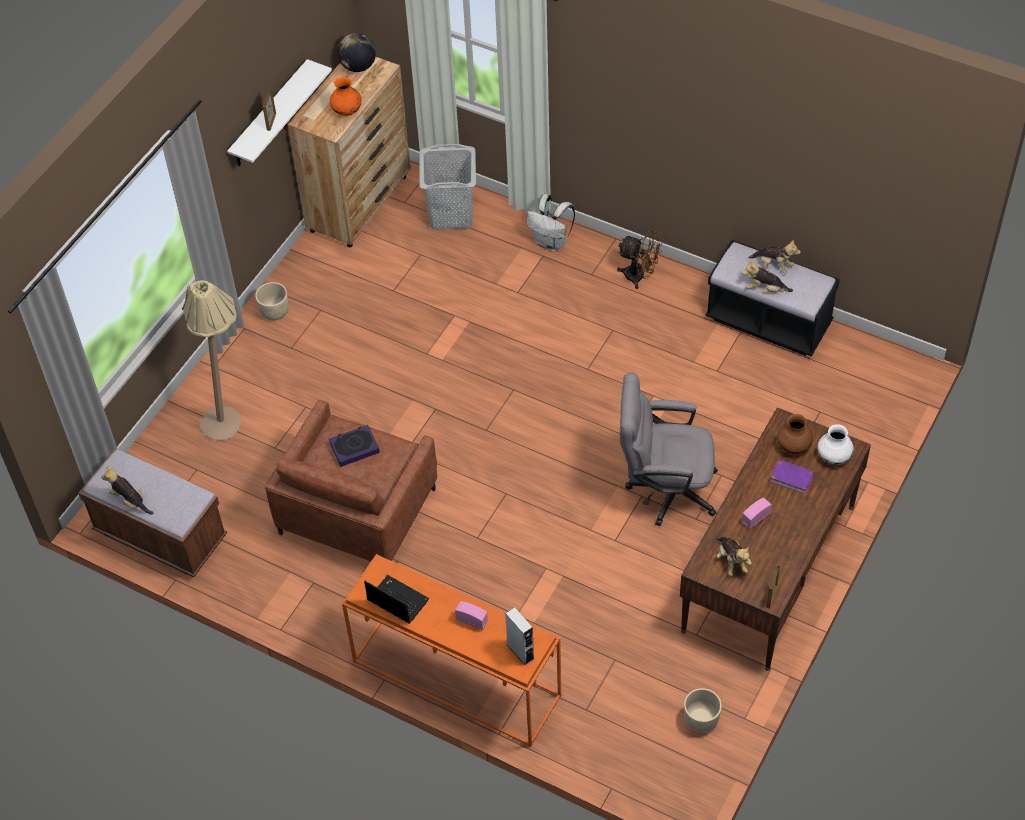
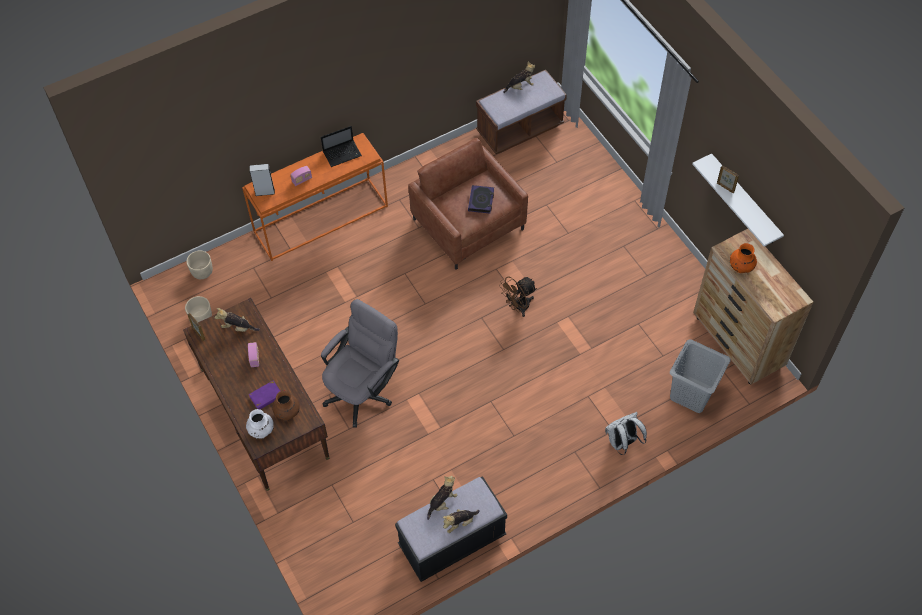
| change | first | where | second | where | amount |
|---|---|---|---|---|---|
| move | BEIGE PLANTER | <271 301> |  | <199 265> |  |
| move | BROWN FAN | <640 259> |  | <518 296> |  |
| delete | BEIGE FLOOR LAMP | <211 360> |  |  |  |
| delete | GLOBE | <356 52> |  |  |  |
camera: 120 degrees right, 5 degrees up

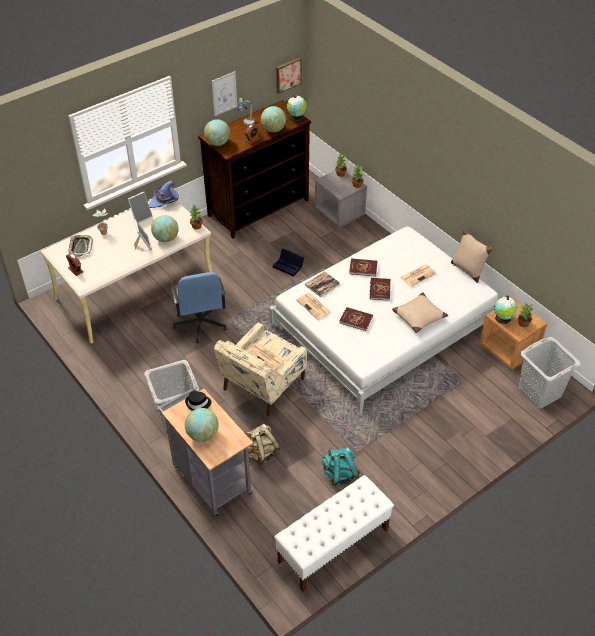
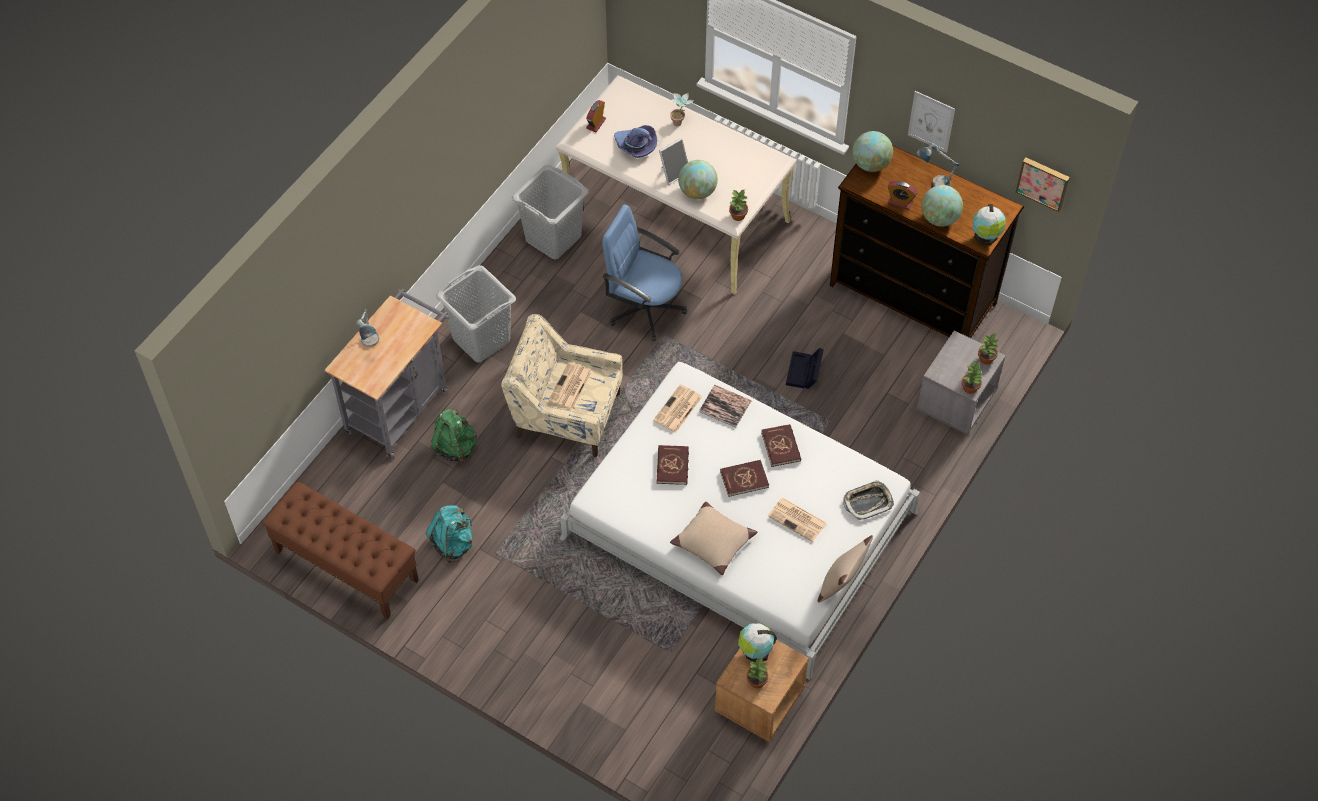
| change | first | where | second | where | amount |
|---|---|---|---|---|---|
| recolor | WHITE BENCH | <334 533> | BROWN BENCH | <340 550> |  |
| replace | GLOBE | <202 425> | TABLE LAMP | <367 328> |  |
| recolor | BEIGE BACKPACK | <262 444> | GREEN BACKPACK | <453 436> |  |
| move | GREY LAUNDRY BASKET | <550 373> |  | <550 212> |  |
| rotate | BLUE OFFICE CHAIR | <198 307> |  | <645 272> | 60 degrees clockwise |
| move | PURPLE HAT | <164 194> |  | <635 141> |  |
| move | TRAY | <80 246> |  | <868 500> |  |
| delete | PICTURE FRAME | <140 207> |  |  |  |
| delete | BLACK HAT | <198 401> |  |  |  |
camera: 70 degrees right, 10 degrees up

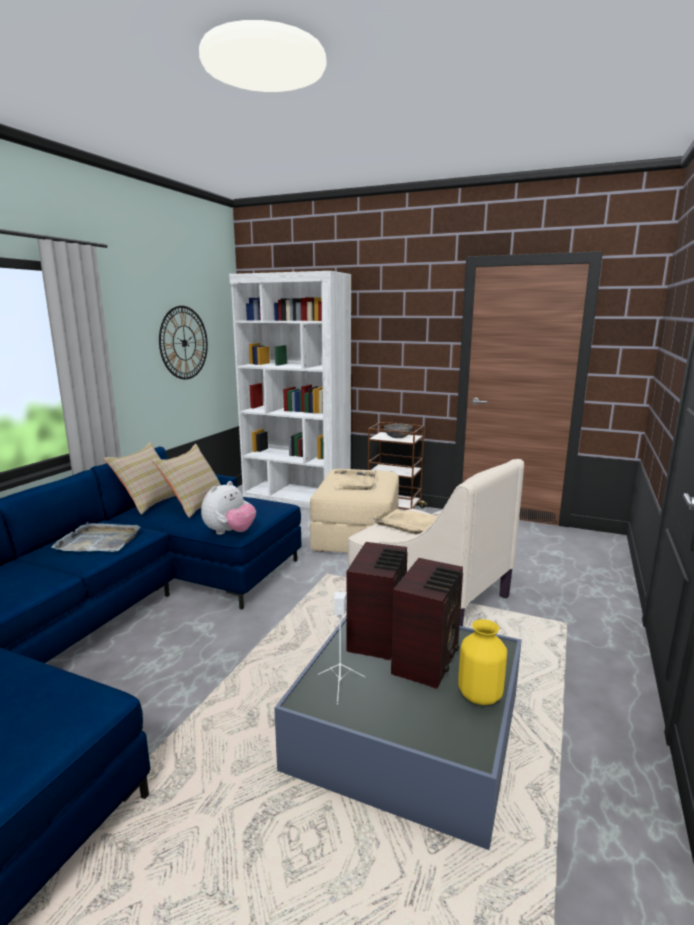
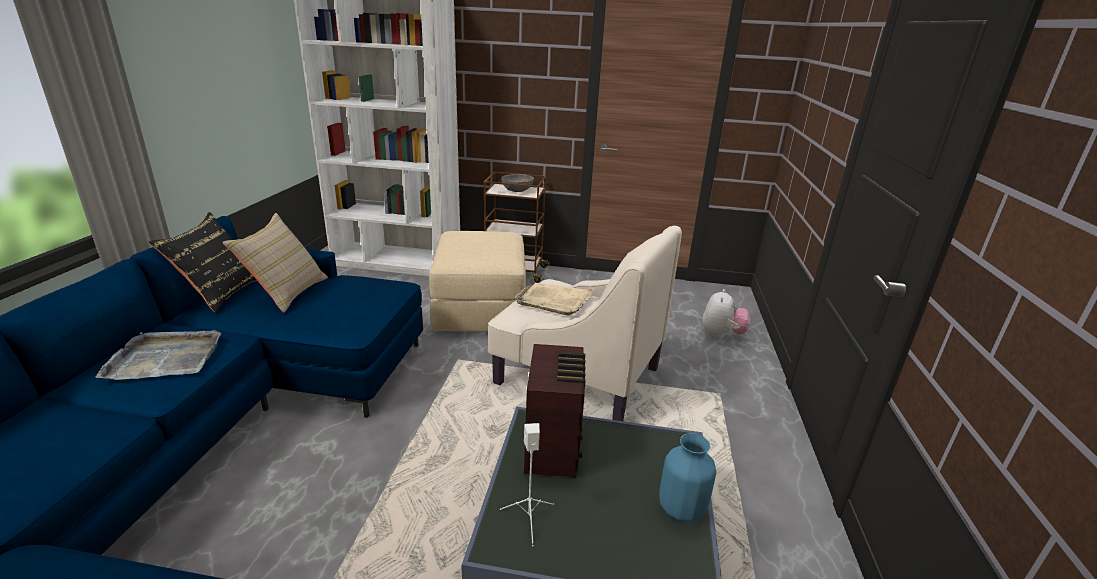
| change | first | where | second | where | amount |
|---|---|---|---|---|---|
| recolor | BEIGE PILLOW | <139 478> | BLACK PILLOW | <202 262> |  |
| recolor | YELLOW VASE | <482 662> | BLUE VASE | <687 477> |  |
| move | PLUSH TOY | <228 508> |  | <726 313> |  |
| delete | WALL CLOCK | <183 342> |  |  |  |
| delete | BEIGE TRAY | <355 479> |  |  |  |
| delete | RADIO | <427 623> |  |  |  |
camera: 15 degrees left, 10 degrees up

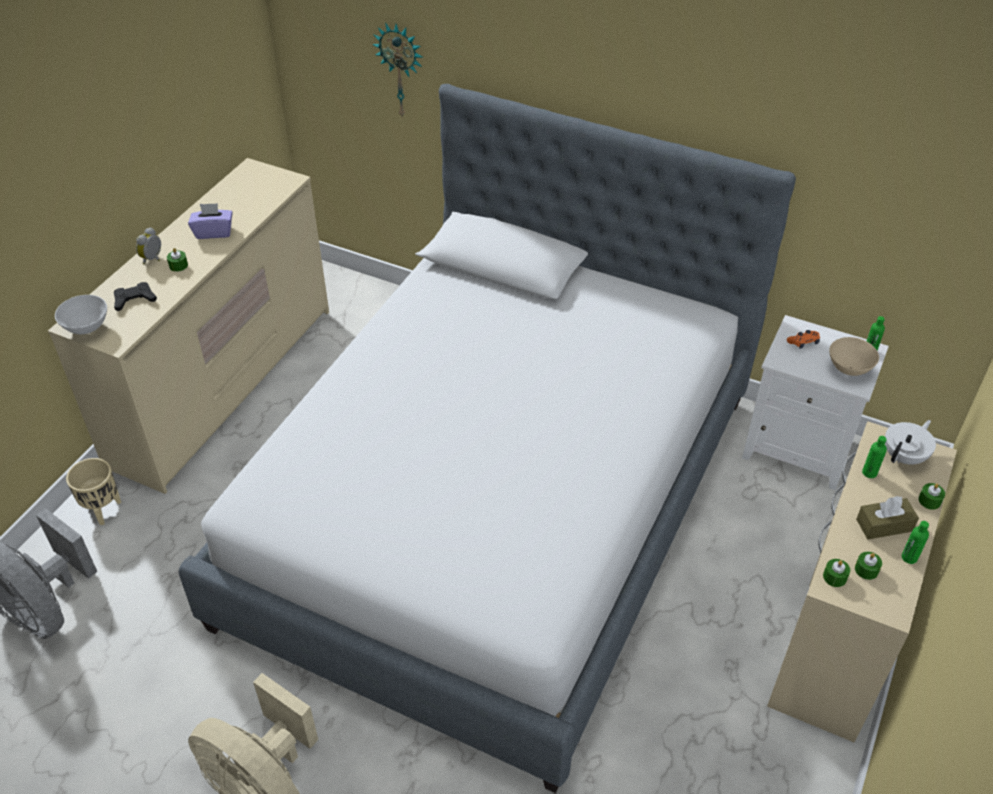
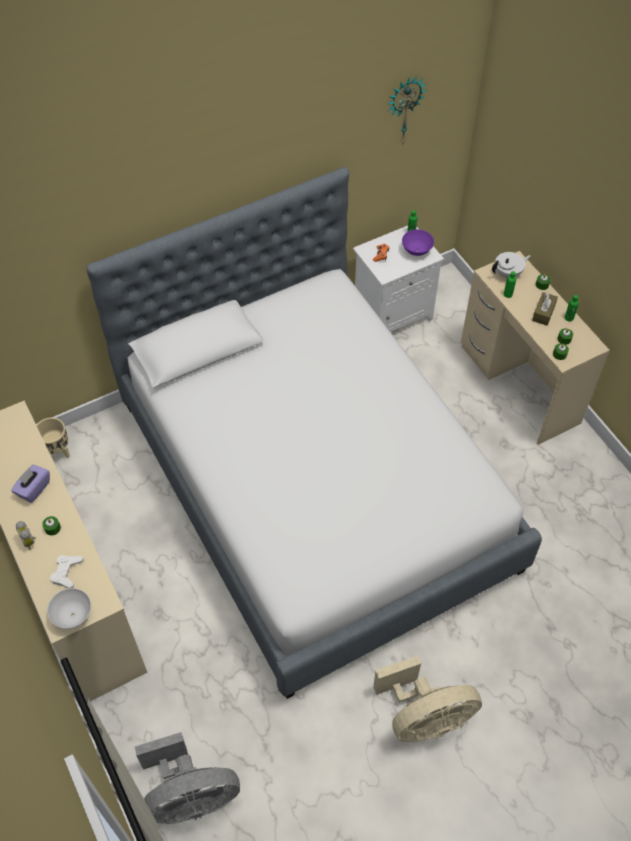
| change | first | where | second | where | amount |
|---|---|---|---|---|---|
| move | BEIGE PLANTER | <93 491> |  | <53 438> |  |
| recolor | BLACK GAME CONTROLLER | <135 296> | WHITE GAME CONTROLLER | <67 571> |  |
| move | WALL CLOCK | <397 70> |  | <406 110> |  |
| recolor | BEIGE BOWL | <854 356> | PURPLE BOWL | <418 242> |  |
| rotate | WHITE TEAPOT | <910 442> |  | <511 265> | 75 degrees clockwise |
camera: 55 degrees left, 10 degrees up

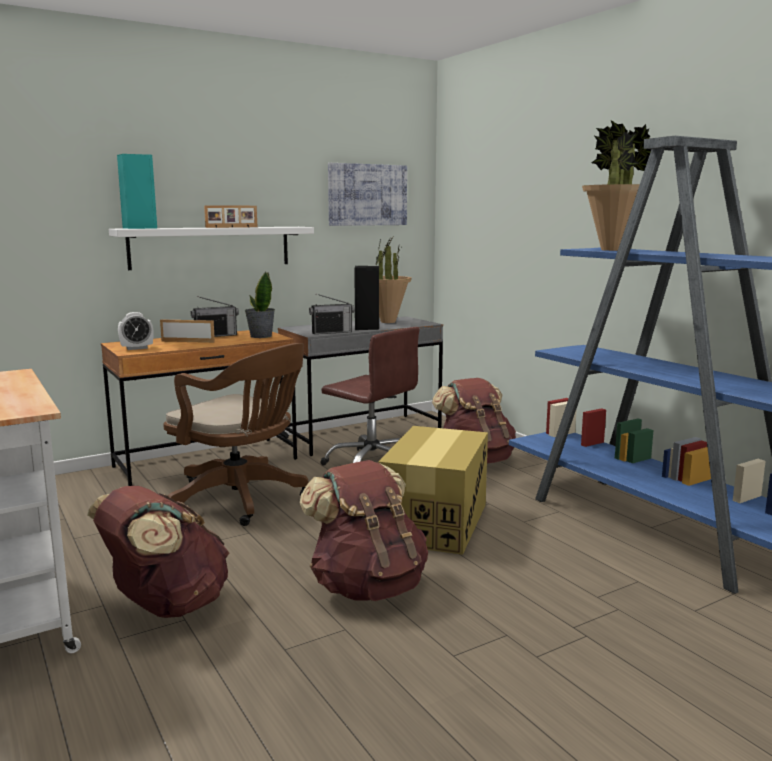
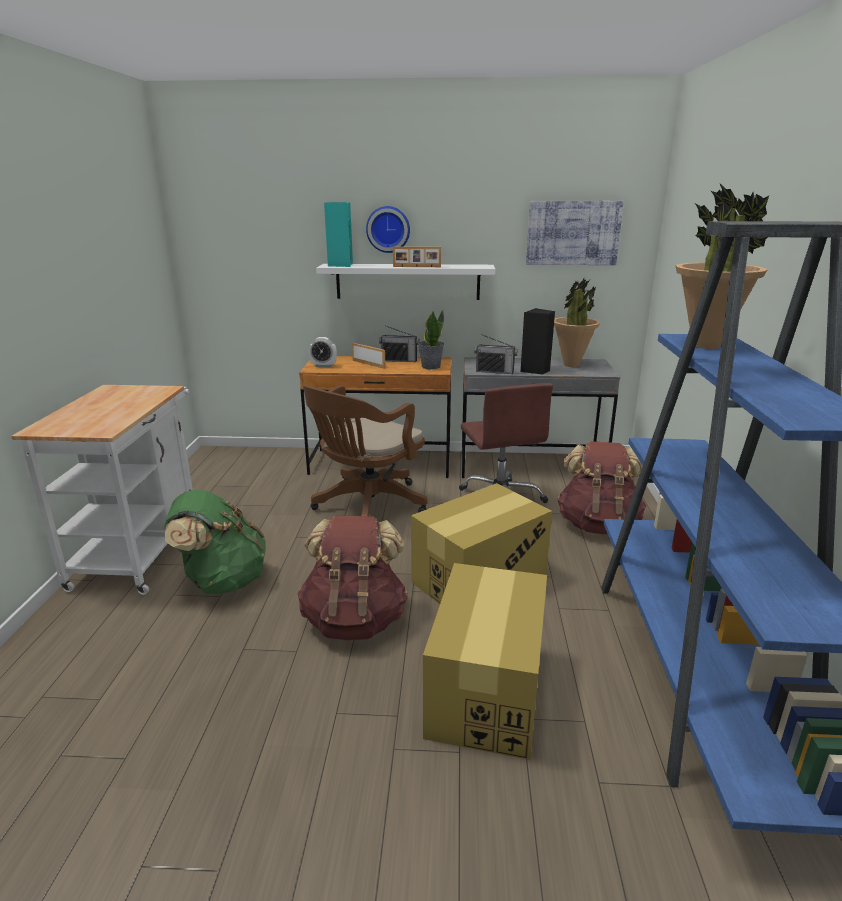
| change | first | where | second | where | amount |
|---|---|---|---|---|---|
| recolor | BROWN BACKPACK | <158 552> | GREEN BACKPACK | <215 542> |  |
| rotate | BROWN OFFICE CHAIR | <235 434> |  | <365 451> | 60 degrees clockwise |
| insert |  |  | WALL CLOCK | <388 229> |  |
| insert |  |  | CARDBOARD BOX | <485 661> |  |
camera: 35 degrees right, 10 degrees up

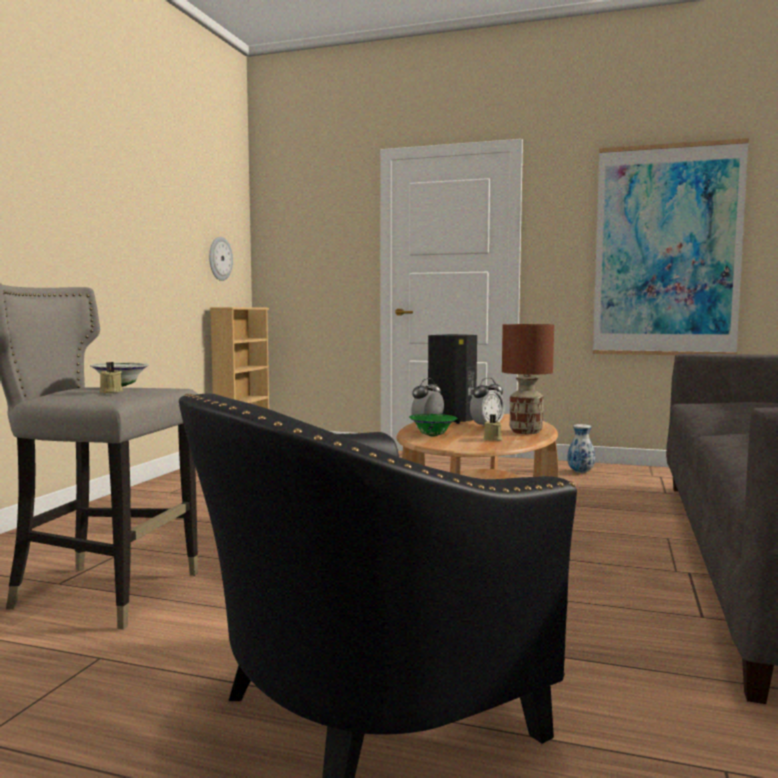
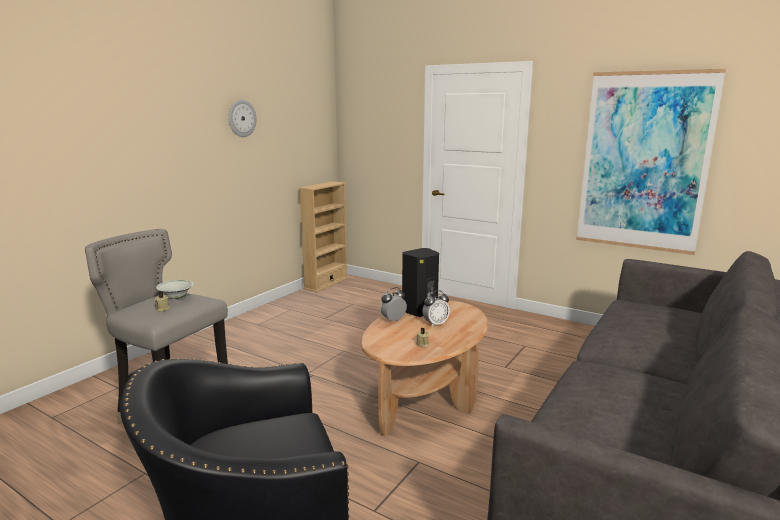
| change | first | where | second | where | amount |
|---|---|---|---|---|---|
| move | WALL CLOCK | <221 259> |  | <242 118> |  |
| delete | GREEN BOWL | <433 425> |  |  |  |
| delete | BROWN TABLE LAMP | <528 379> |  |  |  |
| delete | VASE | <581 448> |  |  |  |
camera: 15 degrees right, 10 degrees up

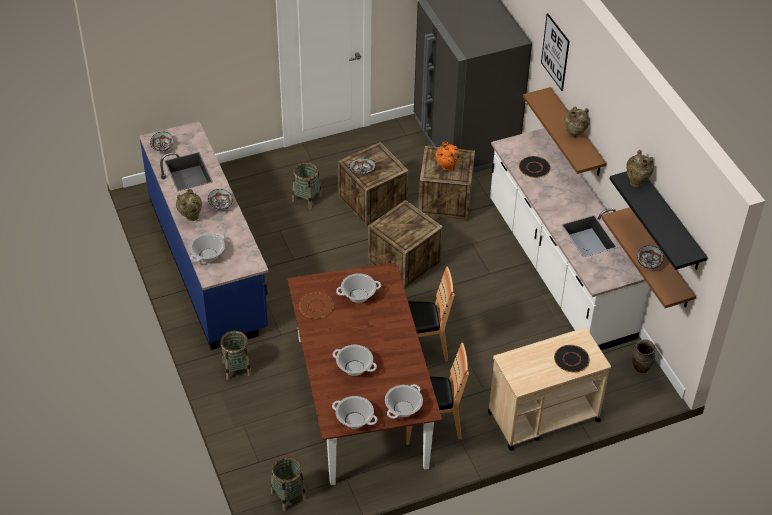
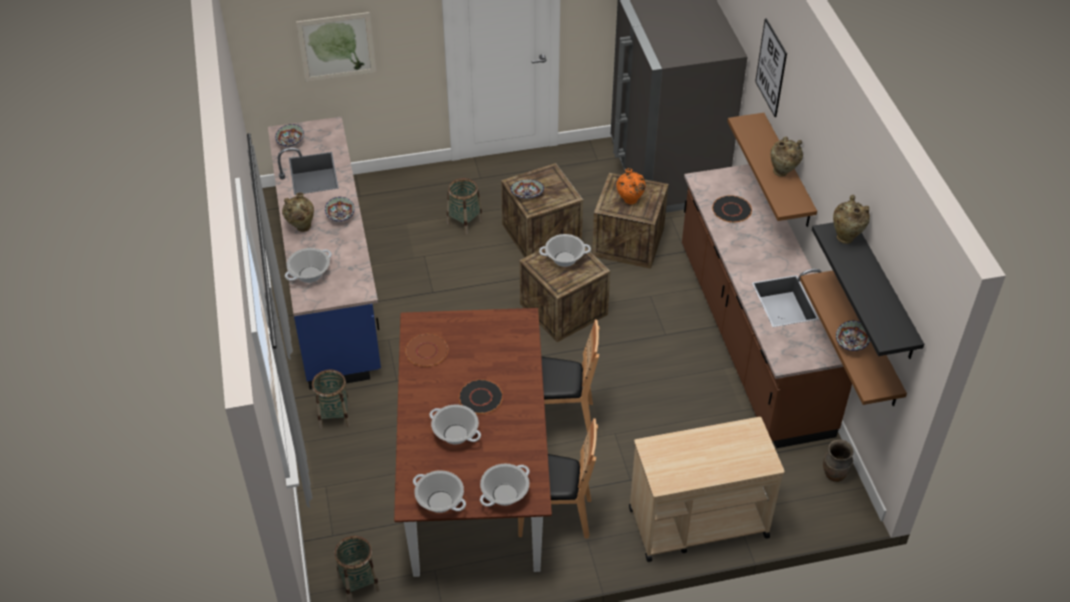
| change | first | where | second | where | amount |
|---|---|---|---|---|---|
| insert |  |  | PICTURE | <336 47> |  |
| move | BLACK PLATE | <572 359> |  | <481 396> |  |
| move | COOKING POT | <358 288> |  | <565 250> |  |
| recolor | WHITE COUNTER | <570 239> | BROWN COUNTER | <767 306> |  |
camera: 10 degrees right, 0 degrees up

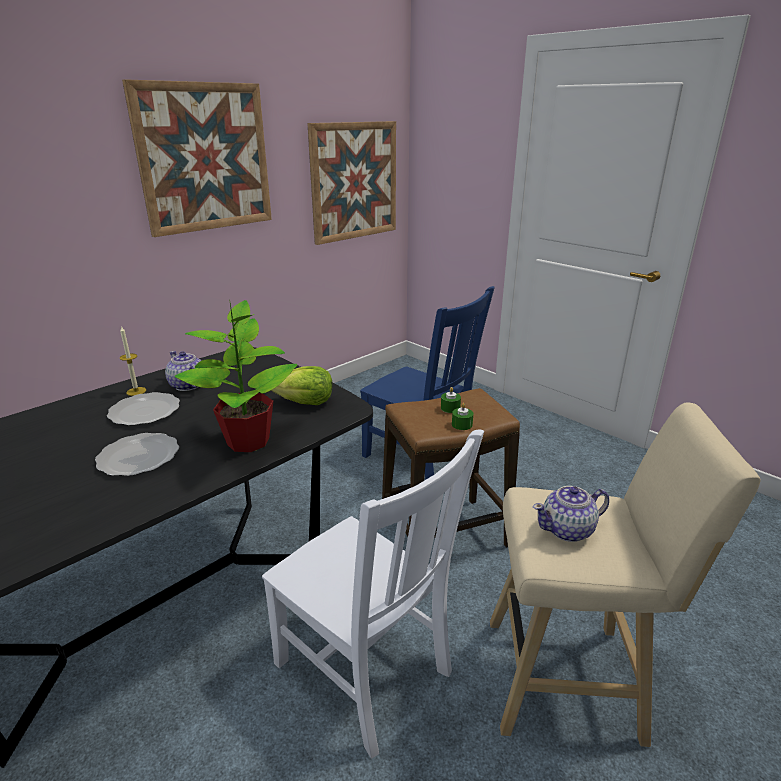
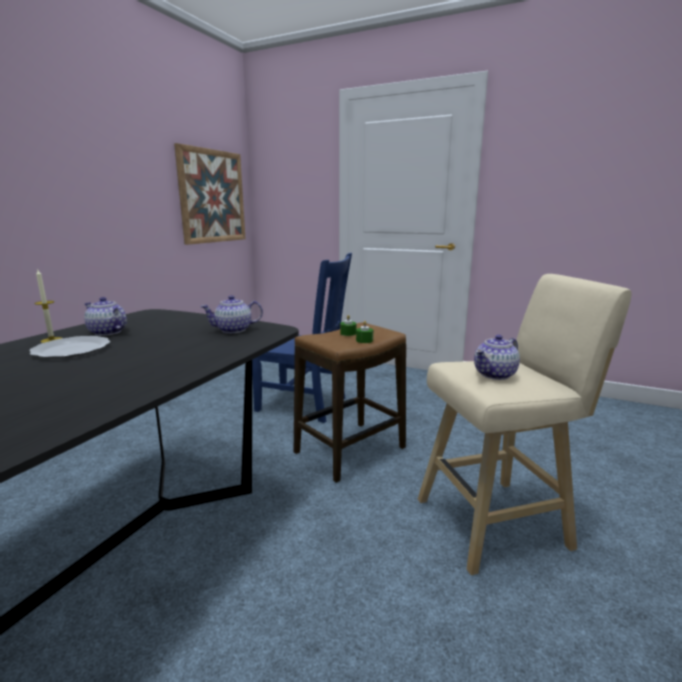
| change | first | where | second | where | amount |
|---|---|---|---|---|---|
| replace | LETTUCE | <302 385> | TEAPOT | <231 314> |  |
| delete | PLATE | <137 454> |  |  |  |
| delete | PICTURE | <197 158> |  |  |  |
| delete | POTTED PLANT | <236 376> |  |  |  |
| delete | WHITE CHAIR | <373 594> |  |  |  |
camera: 20 degrees left, 10 degrees down

